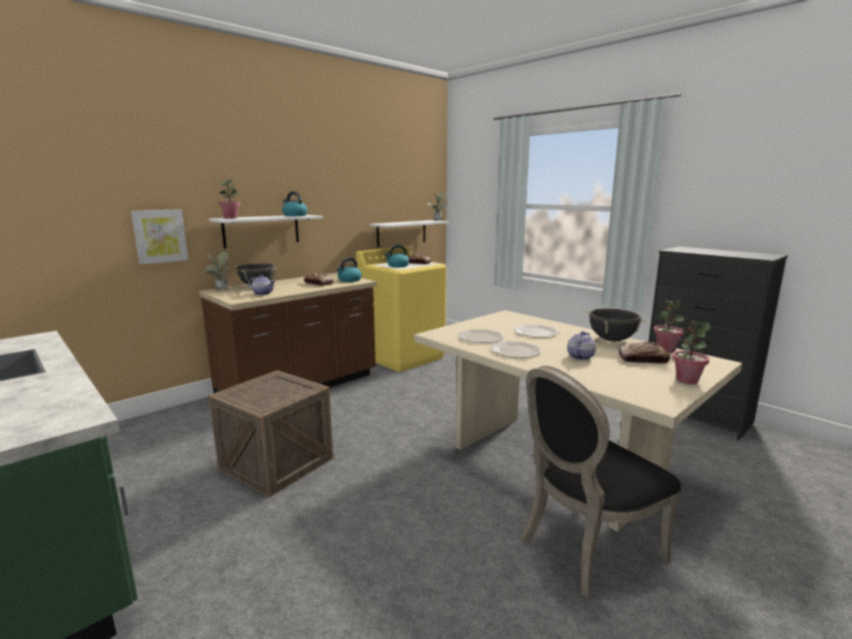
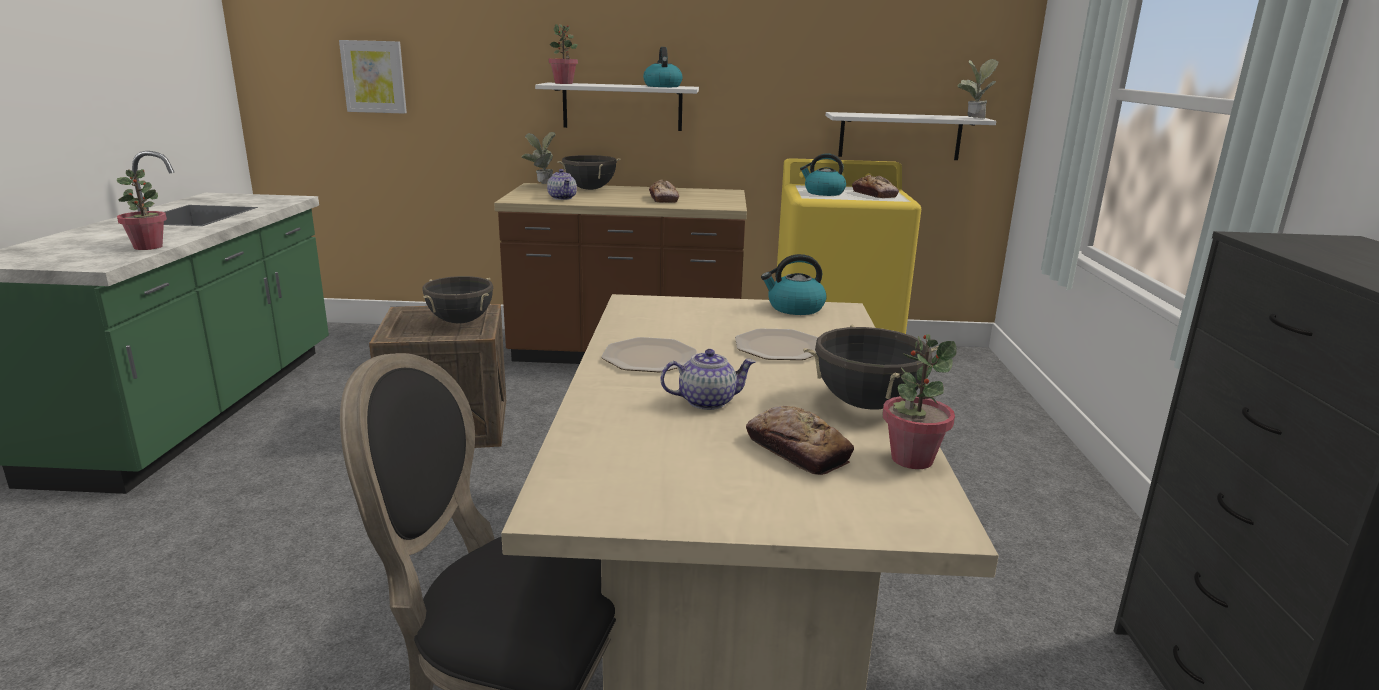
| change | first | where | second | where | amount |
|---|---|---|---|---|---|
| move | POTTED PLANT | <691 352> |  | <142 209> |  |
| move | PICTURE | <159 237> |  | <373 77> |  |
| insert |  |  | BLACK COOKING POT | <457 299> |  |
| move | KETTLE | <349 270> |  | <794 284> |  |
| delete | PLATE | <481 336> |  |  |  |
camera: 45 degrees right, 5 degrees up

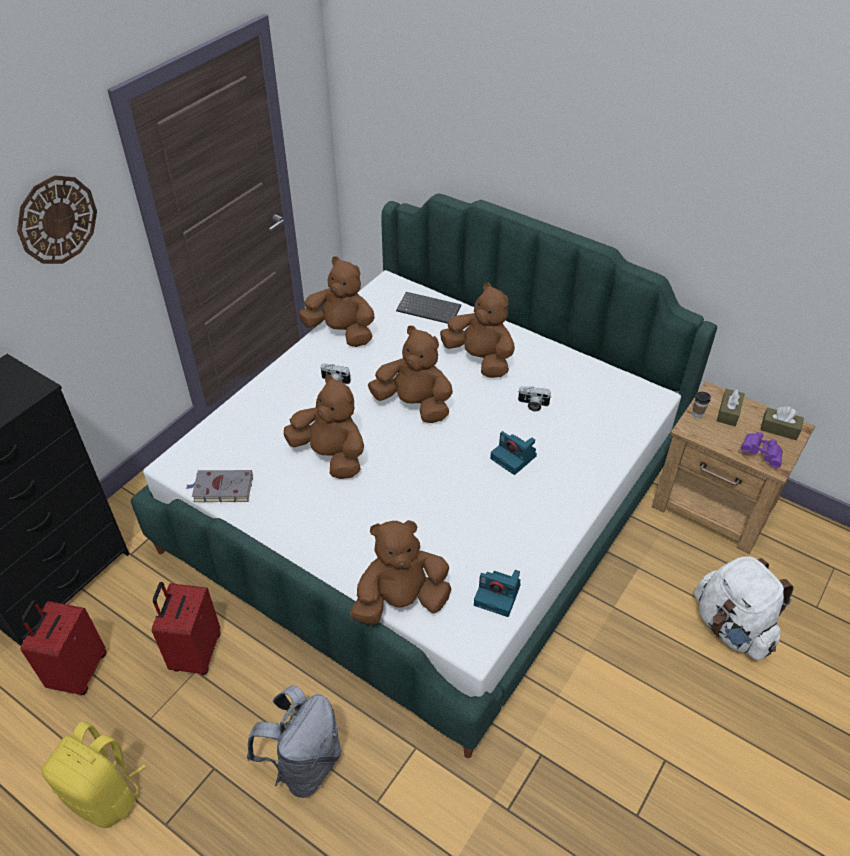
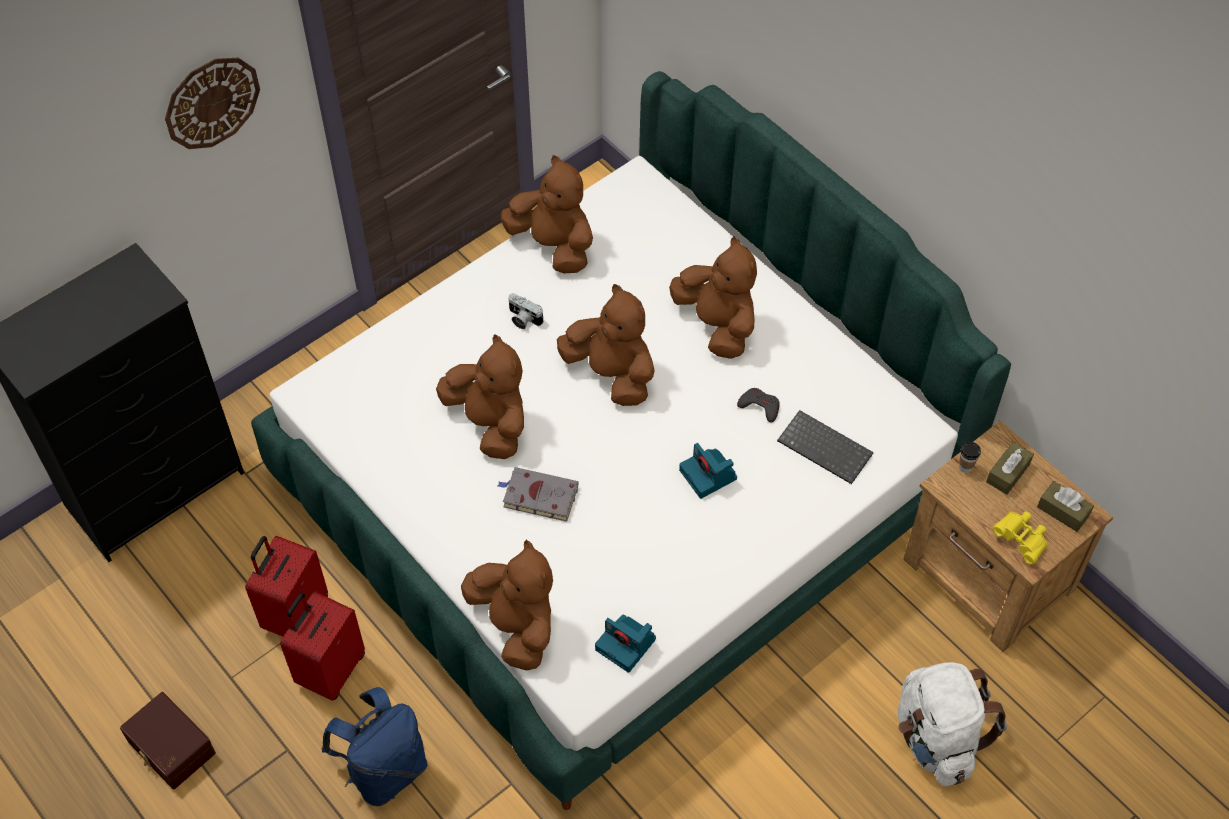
| change | first | where | second | where | amount |
|---|---|---|---|---|---|
| replace | YELLOW BACKPACK | <93 774> | BROWN STORAGE BOX | <168 740> |  |
| move | RED SUITCASE | <63 647> |  | <322 646> |  |
| recolor | GREY BACKPACK | <294 742> | BLUE BACKPACK | <374 746> |  |
| rotate | BROWN PLUSH TOY | <400 572> |  | <507 605> | 60 degrees clockwise |
| move | GREY BOOK | <220 486> |  | <538 494> |  |
| replace | PHOTO CAMERA | <534 399> | GREY GAME CONTROLLER | <758 405> |  |
| move | KEYBOARD | <428 307> |  | <825 447> |  |
| recolor | PURPLE BINOCULARS | <762 450> | YELLOW BINOCULARS | <1020 538> |  |
camera: 15 degrees right, 10 degrees up

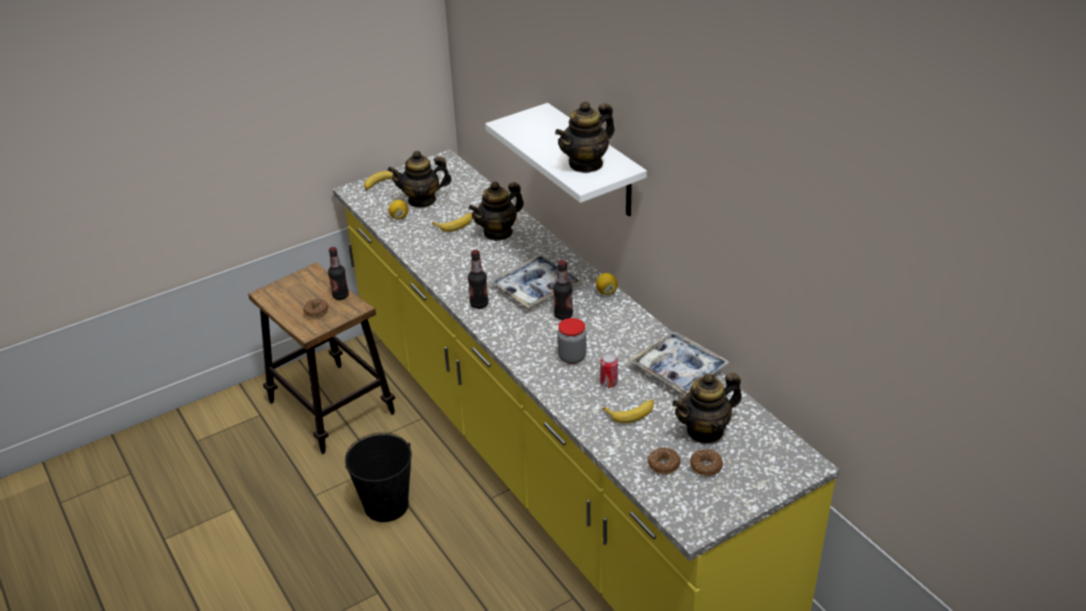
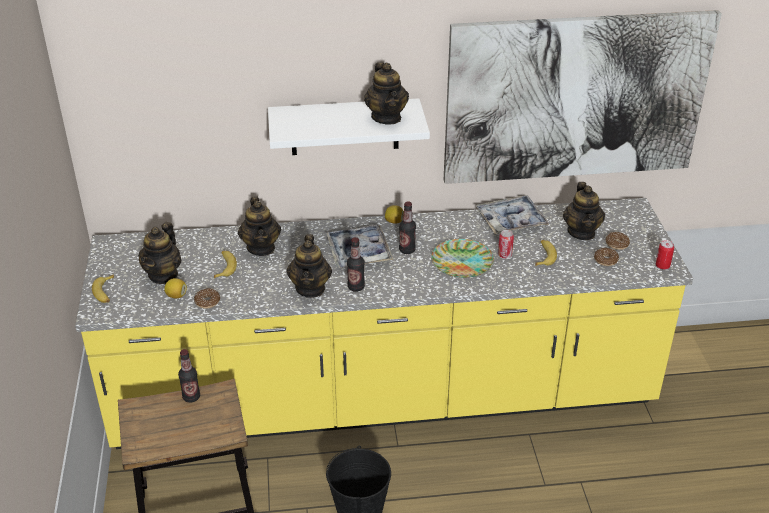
| change | first | where | second | where | amount |
|---|---|---|---|---|---|
| move | DONUT | <316 308> |  | <207 298> |  |
| insert |  |  | TEAPOT | <309 266> |  |
| replace | JAR | <571 341> | PLATE | <462 258> |  |
| insert |  |  | PICTURE | <583 97> |  |
| insert |  |  | CAN | <665 255> |  |
camera: 65 degrees left, 0 degrees up

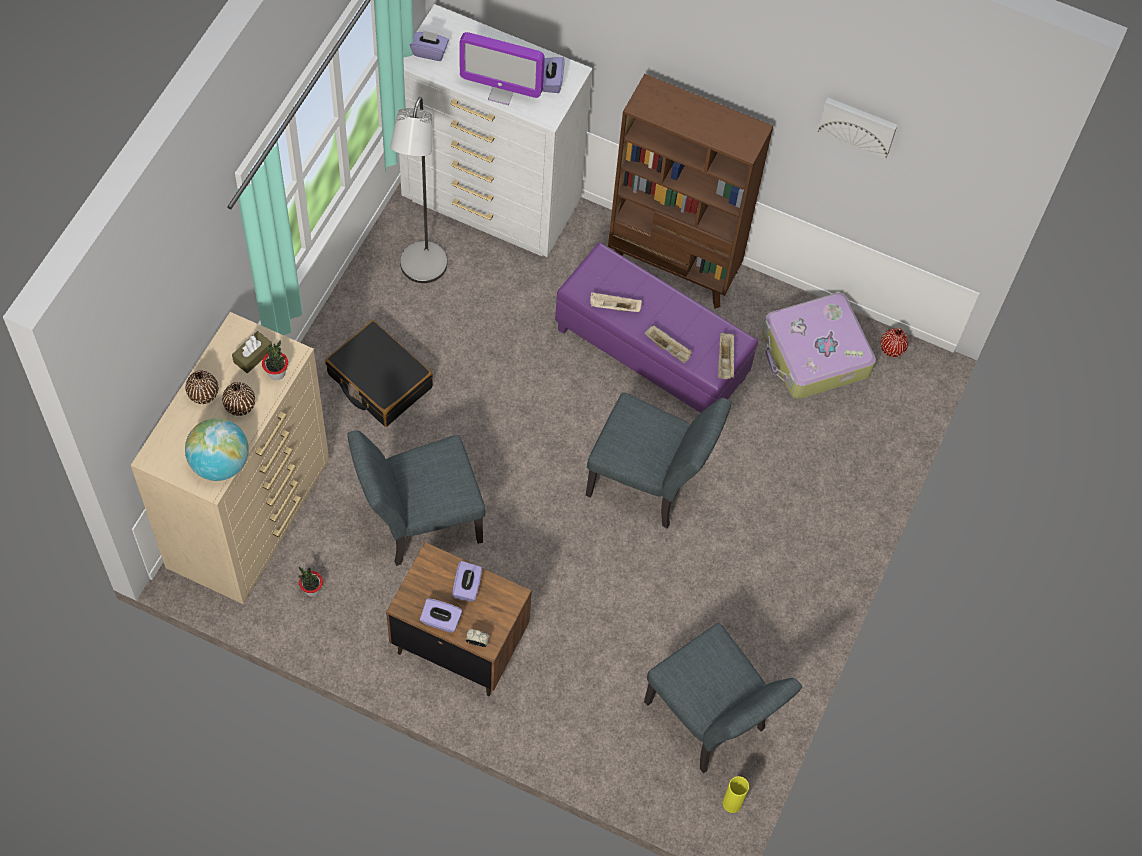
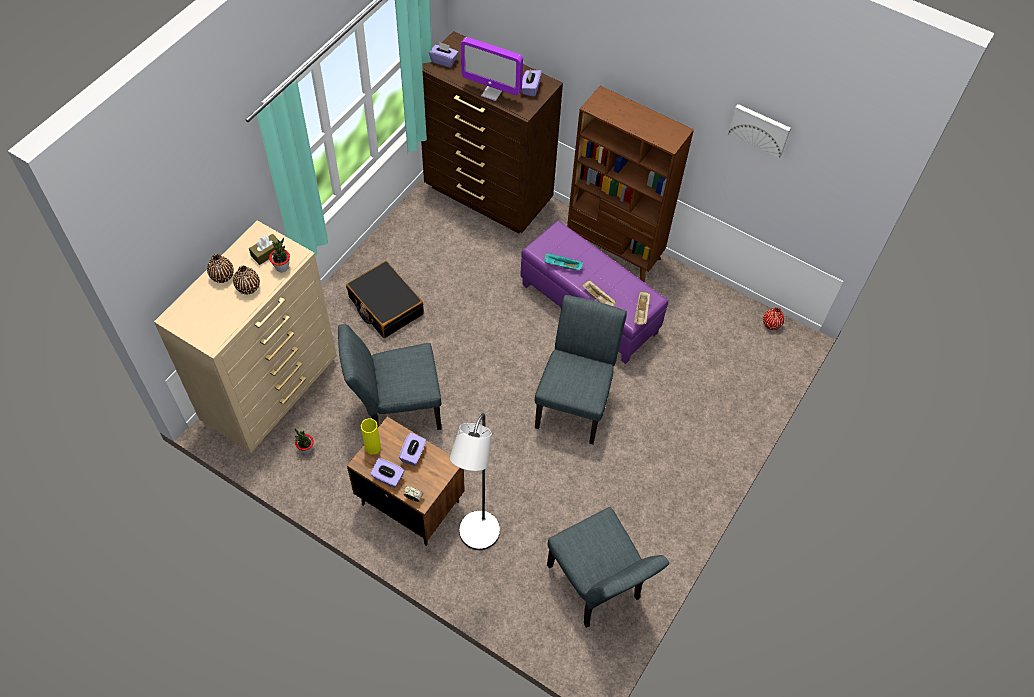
| change | first | where | second | where | amount |
|---|---|---|---|---|---|
| move | YELLOW VASE | <736 794> |  | <371 436> |  |
| recolor | WHITE DRESSER | <496 130> | BROWN DRESSER | <492 132> |  |
| move | GREY FLOOR LAMP | <418 190> |  | <475 481> |  |
| rotate | GREY CHAIR | <659 460> |  | <581 370> | 105 degrees counterclockwise |
| recolor | BEIGE TRAY | <616 302> | TURQUOISE TRAY | <564 261> |  |
| delete | GLOBE | <217 449> |  |  |  |
| delete | SUITCASE | <819 346> |  |  |  |
camera: 10 degrees right, 5 degrees down

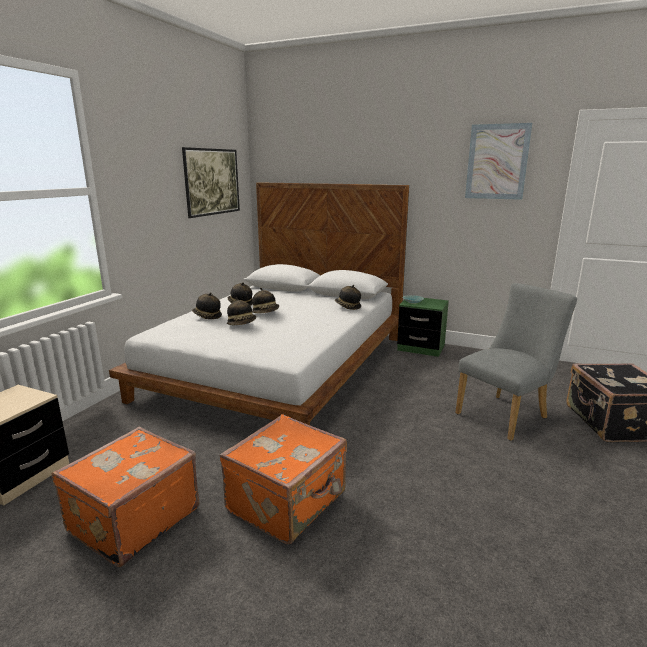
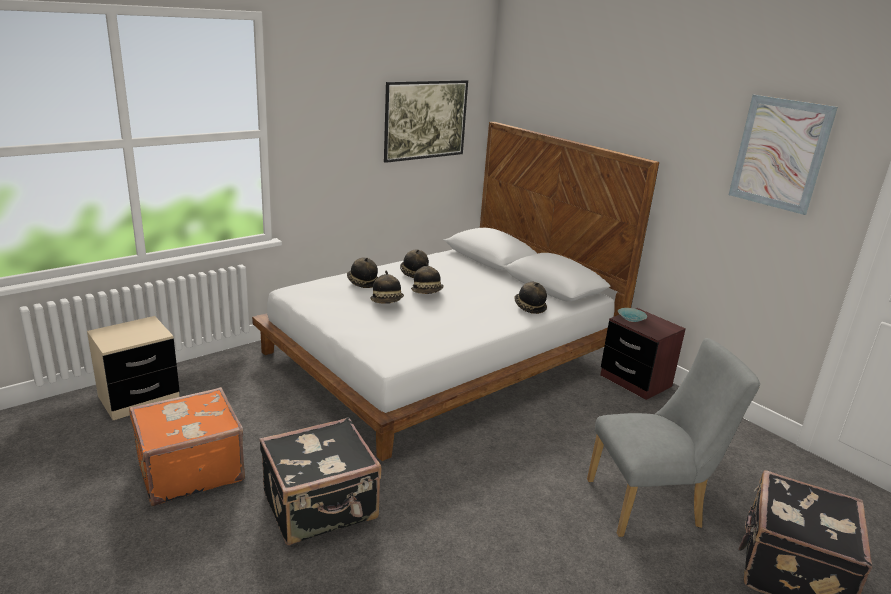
| change | first | where | second | where | amount |
|---|---|---|---|---|---|
| recolor | ORANGE SUITCASE | <283 479> | BLACK SUITCASE | <320 481> |  |
| recolor | GREEN NIGHTSTAND | <423 327> | BROWN NIGHTSTAND | <643 354> |  |
camera: 25 degrees right, 5 degrees up

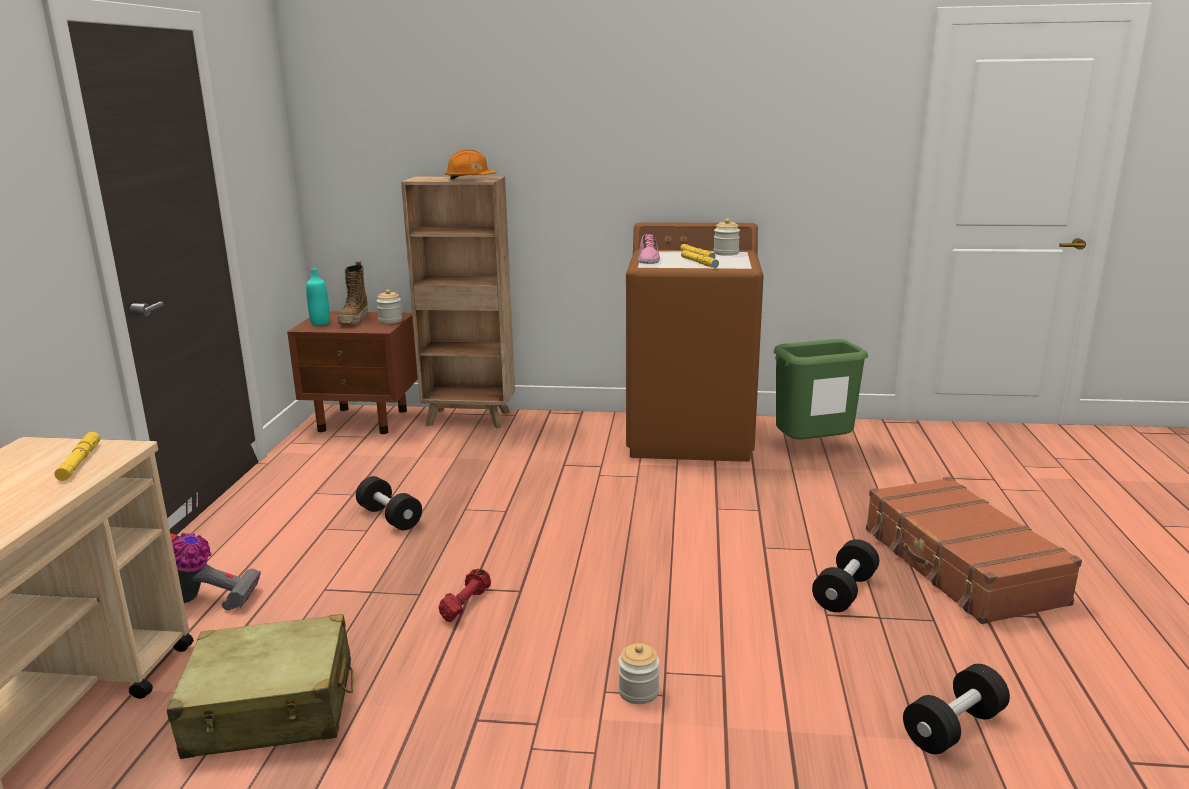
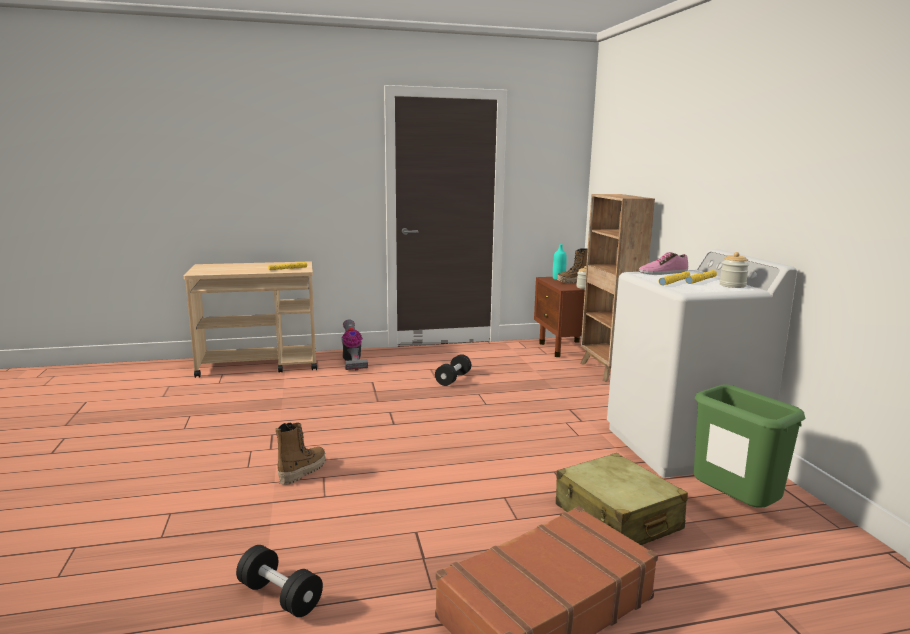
| change | first | where | second | where | amount |
|---|---|---|---|---|---|
| replace | JAR | <639 673> | BOOT | <300 453> |  |
| move | BEIGE SUITCASE | <260 686> |  | <622 499> |  |
| recolor | BROWN WASHING MACHINE | <695 342> | WHITE WASHING MACHINE | <702 363> |  |
| delete | RED DUMBBELL | <464 595> |  |  |  |
| delete | ORANGE HARD HAT | <471 164> |  |  |  |
| delete | BLACK DUMBBELL | <845 575> |  |  |  |
camera: 70 degrees right, 5 degrees down

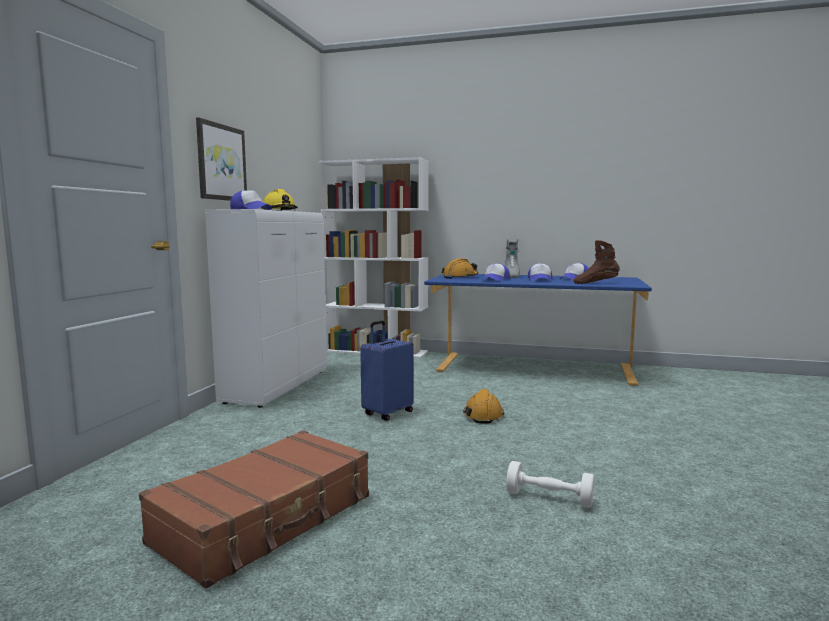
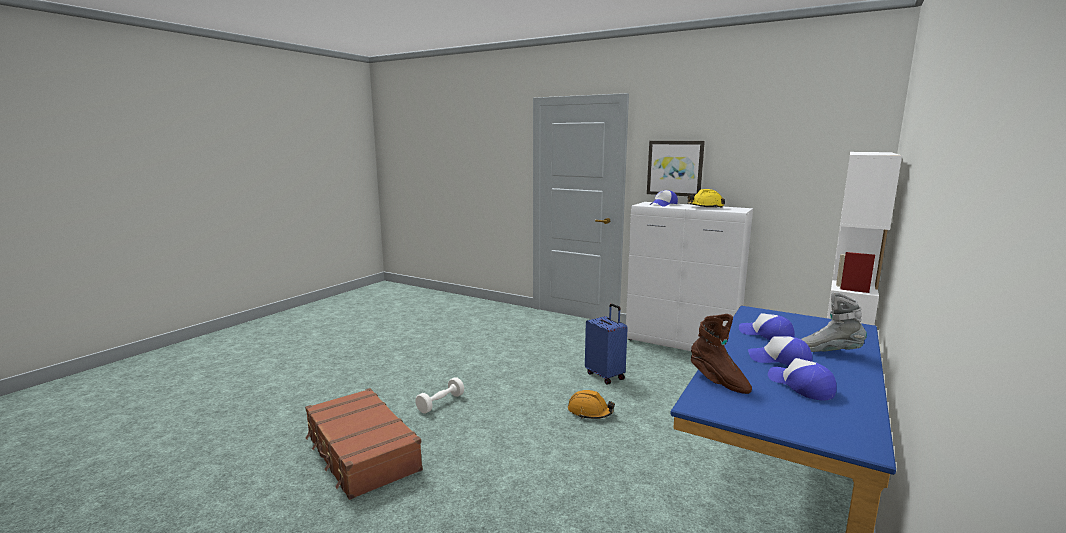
| change | first | where | second | where | amount |
|---|---|---|---|---|---|
| move | BROWN SUITCASE | <254 509> |  | <364 444> |  |
| rotate | BROWN BOOT | <597 262> |  | <721 354> | 120 degrees clockwise |
| delete | ORANGE HARD HAT | <460 268> |  |  |  |
camera: 105 degrees right, 5 degrees up

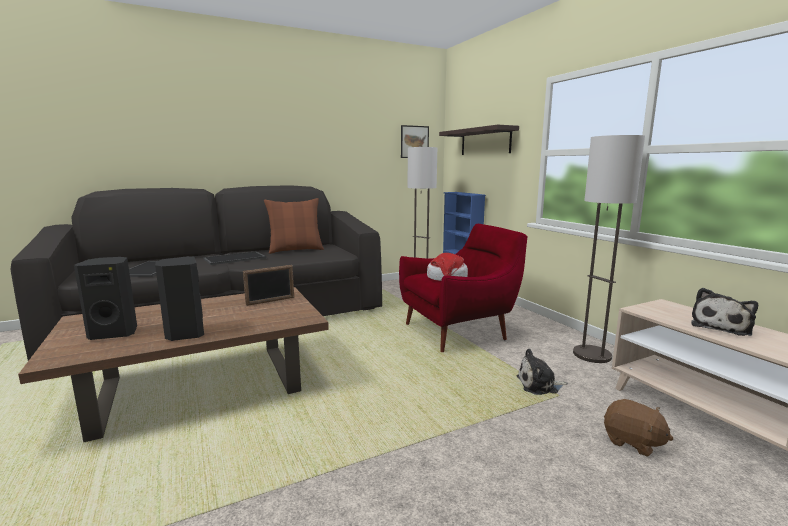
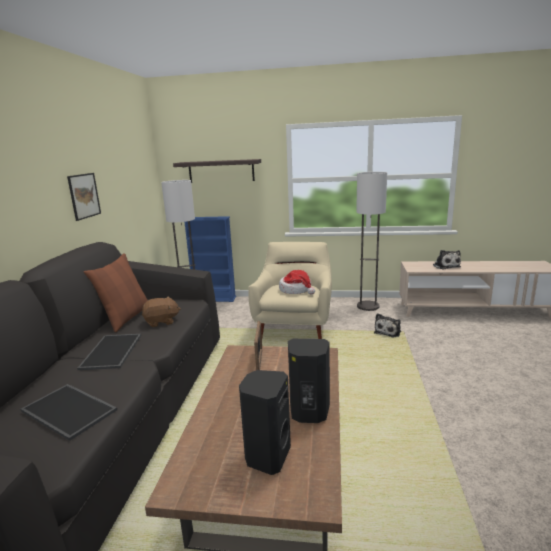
| change | first | where | second | where | amount |
|---|---|---|---|---|---|
| move | PICTURE | <415 141> |  | <84 197> |  |
| move | BROWN PLUSH TOY | <638 428> |  | <161 311> |  |
| recolor | RED ARMCHAIR | <463 288> | BEIGE ARMCHAIR | <290 290> |  |
camera: 55 degrees left, 5 degrees up

